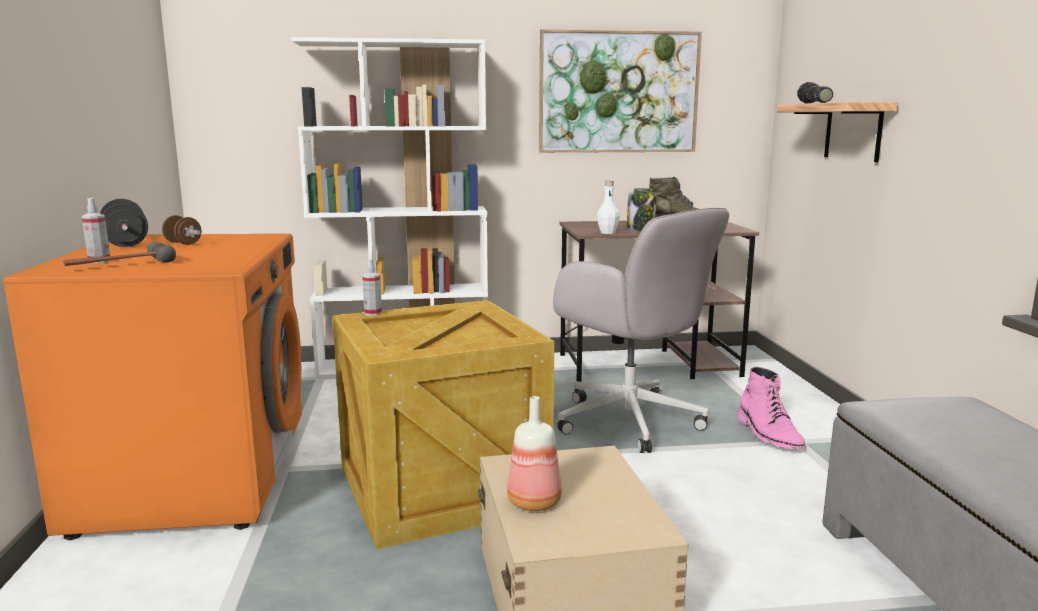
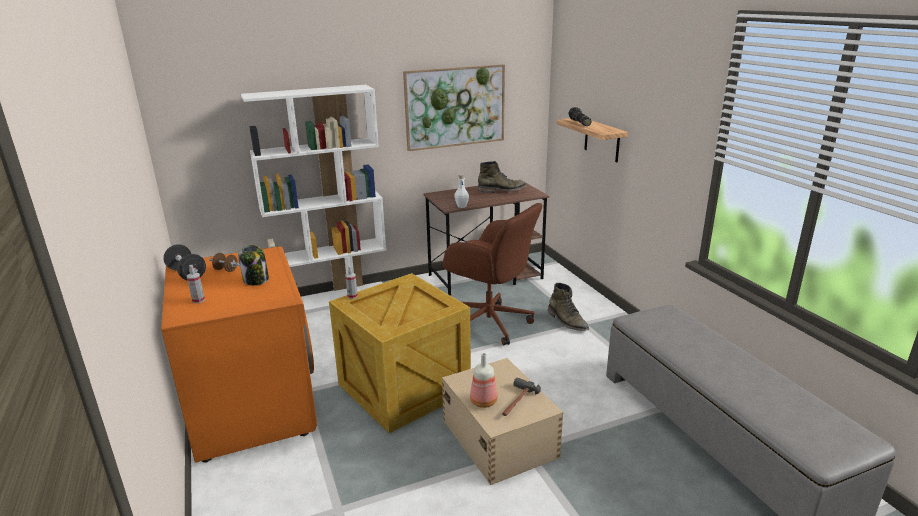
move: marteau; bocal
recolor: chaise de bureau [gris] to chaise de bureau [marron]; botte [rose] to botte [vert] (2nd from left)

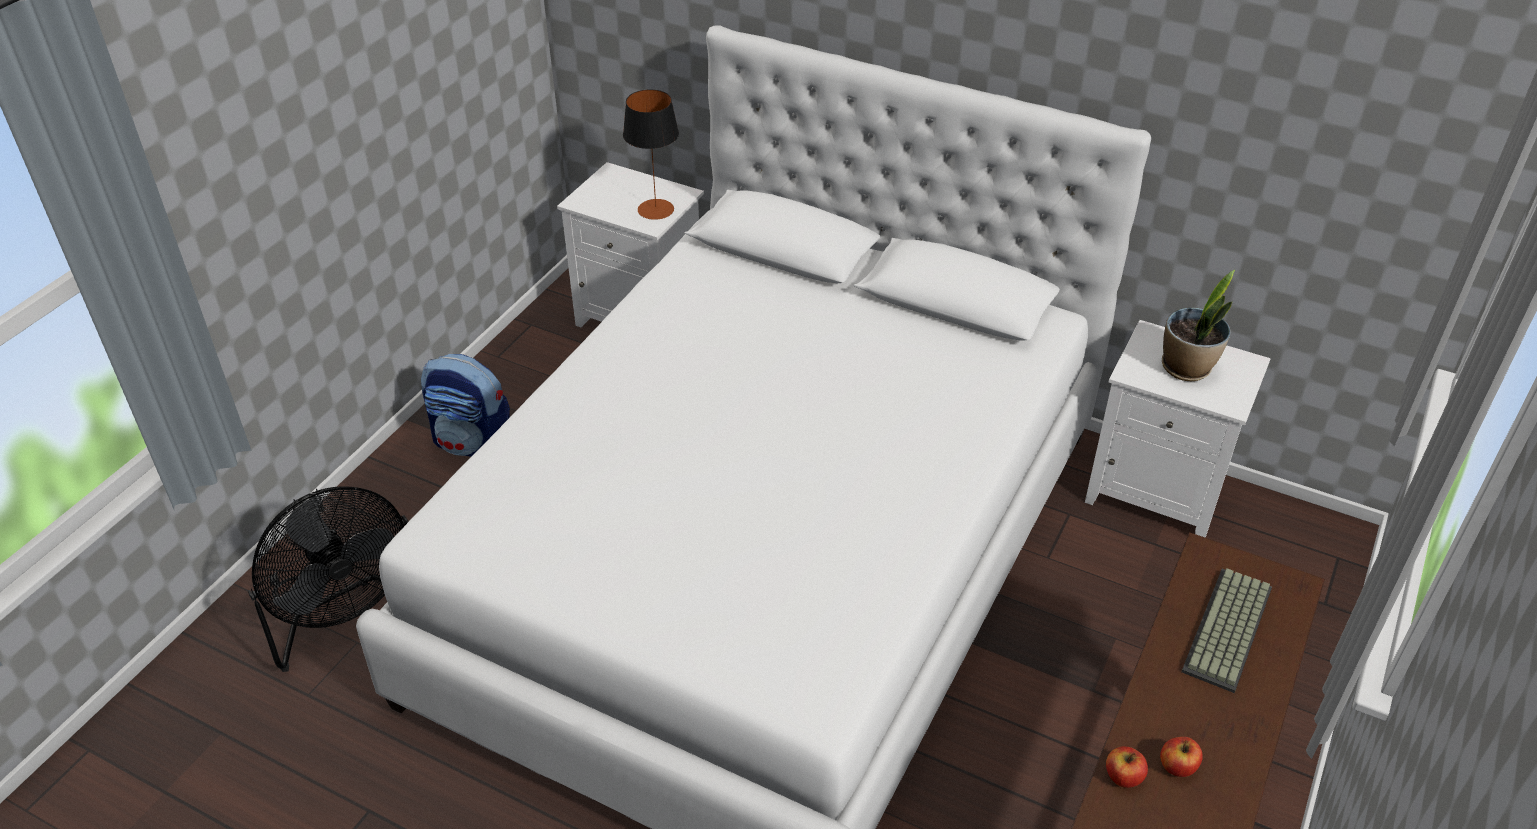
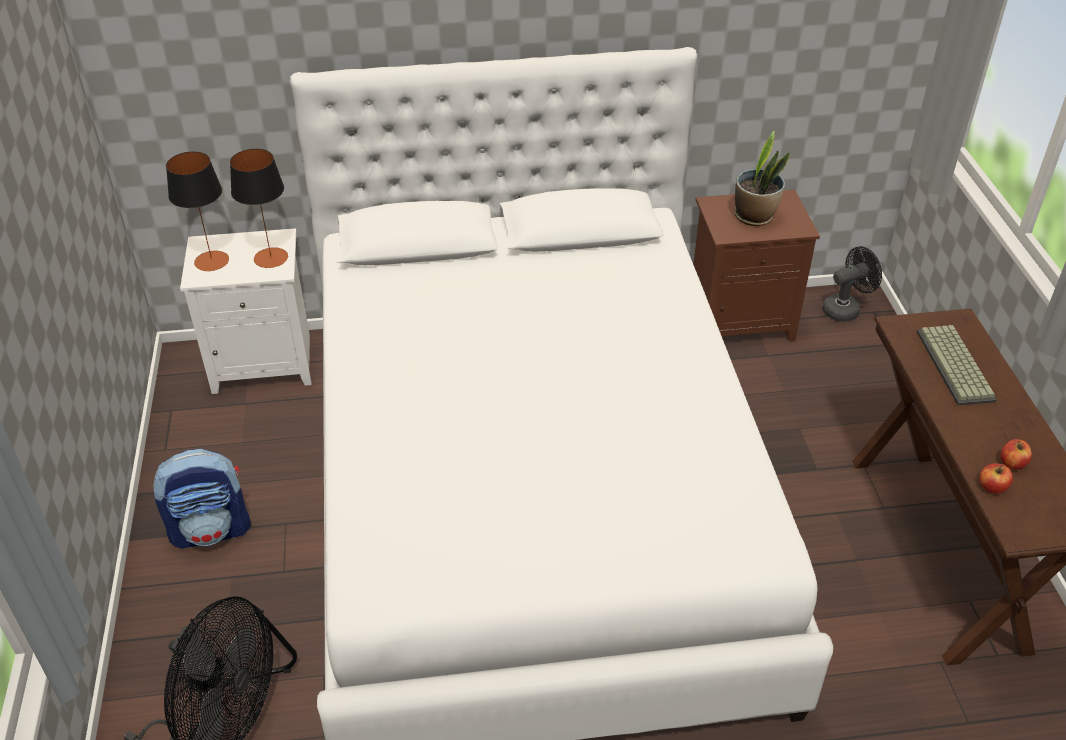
insert: lampe de table (1st from left); ventilateur [noir] (2nd from left)
recolor: table de chevet [blanc] (2nd from left) to table de chevet [marron]

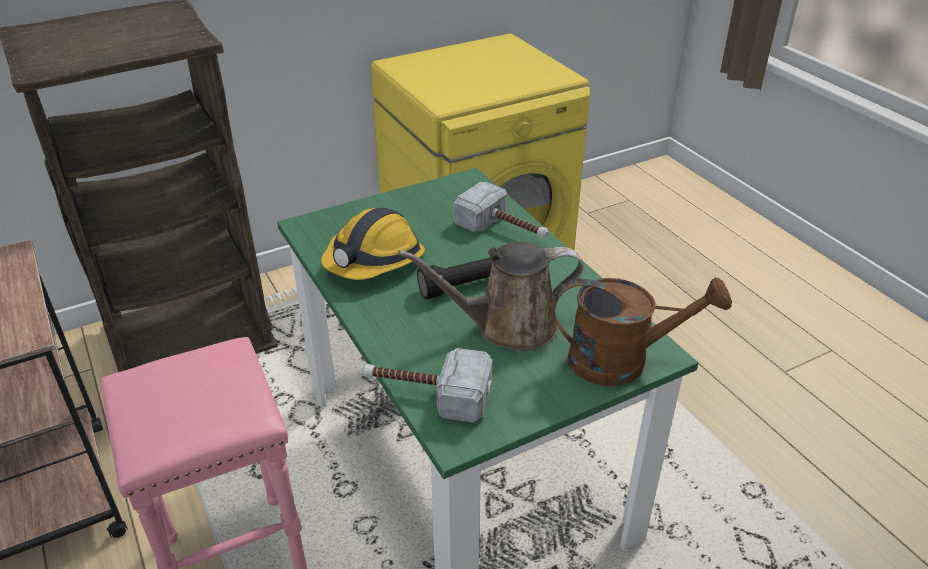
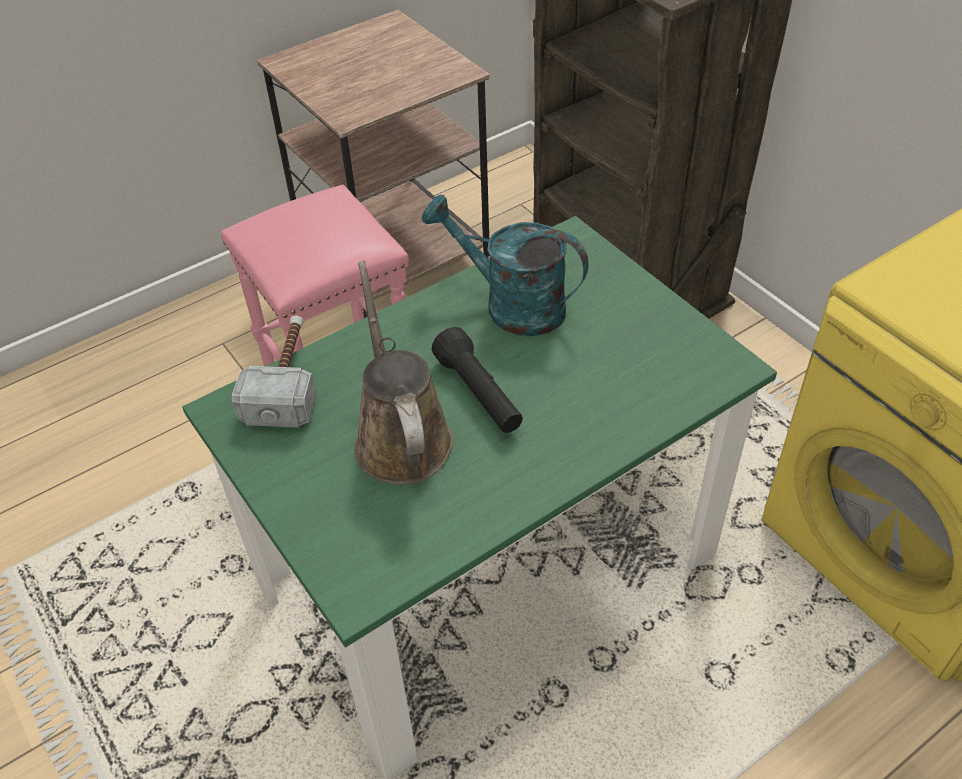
delete: marteau (2nd from left); arrosoir [marron] (2nd from left)
replace: casque de chantier to arrosoir [turquoise]

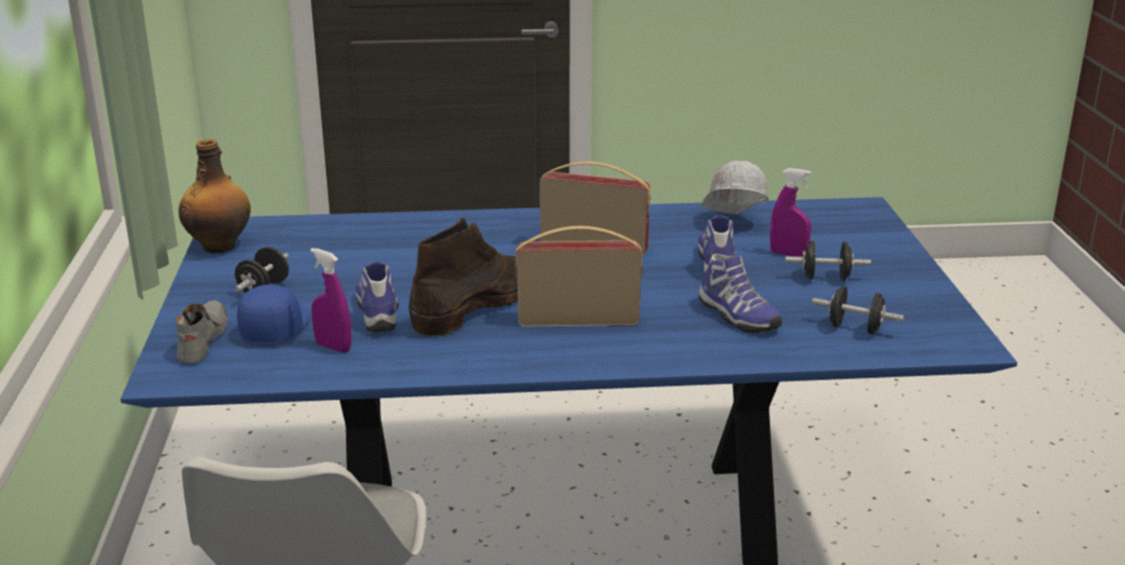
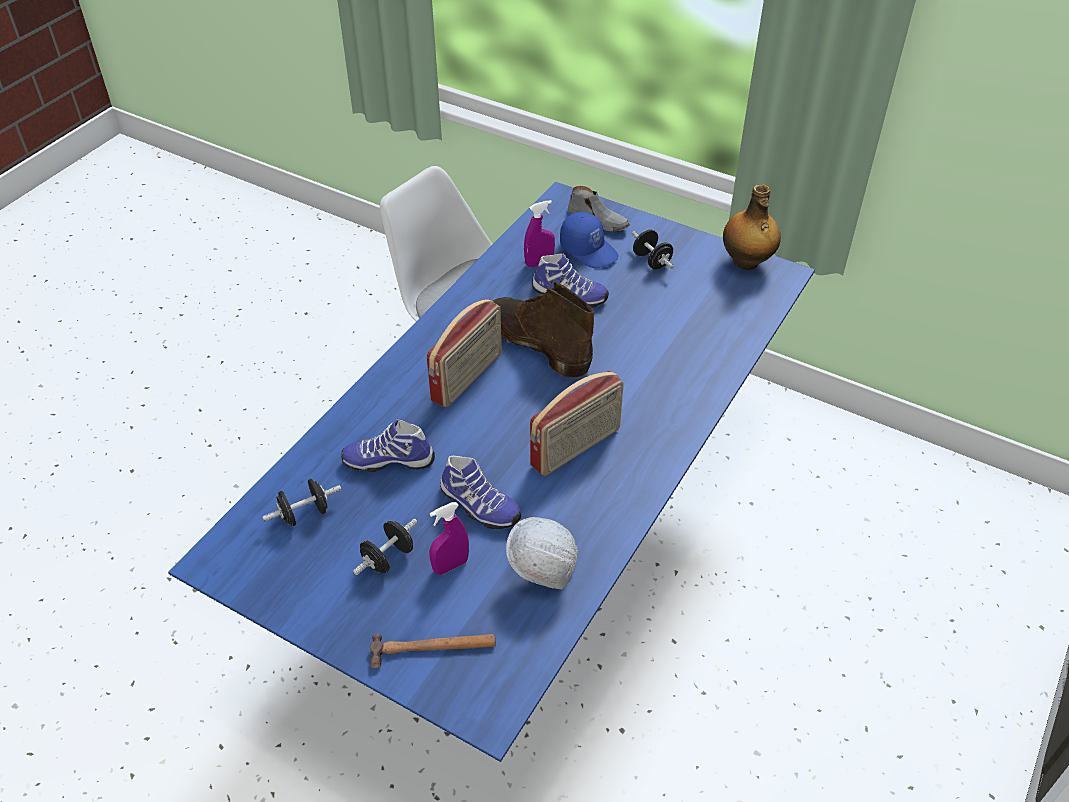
insert: marteau
rotate: botte [marron] 150 degrees clockwise

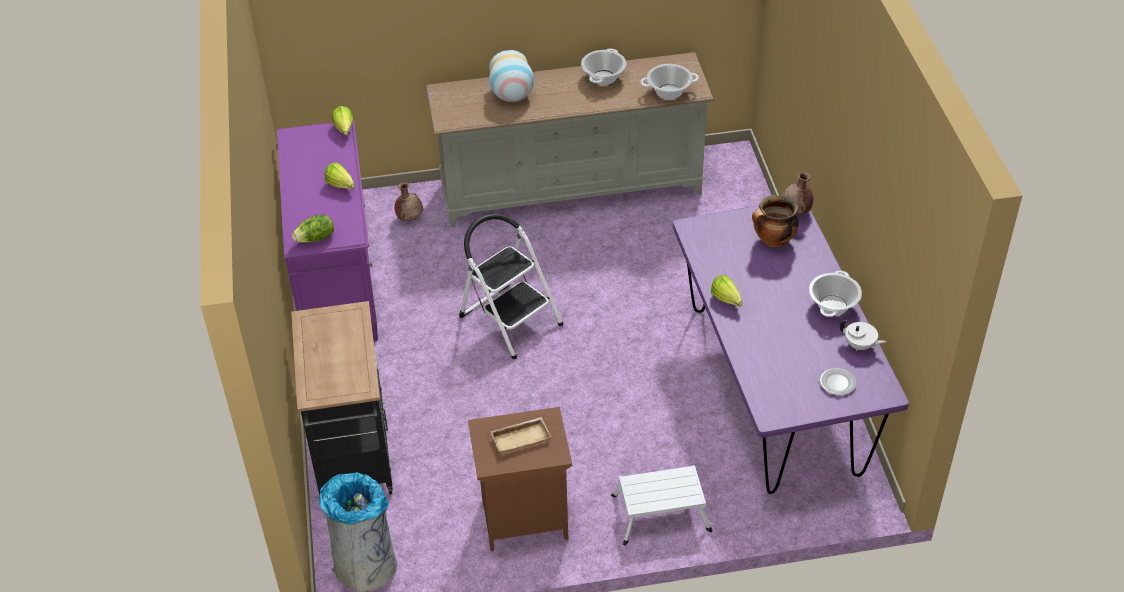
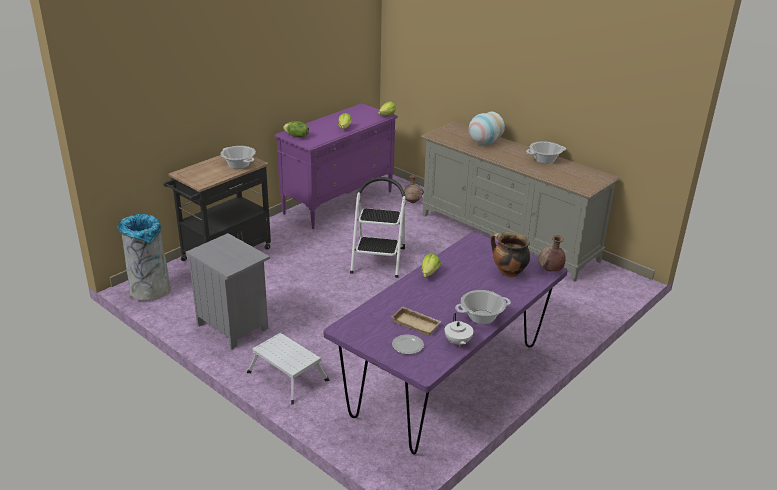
move: plateau [beige]; marmite (2nd from left in the first image) to marmite (1st from left)
recolor: table de chevet [marron] to table de chevet [gris]

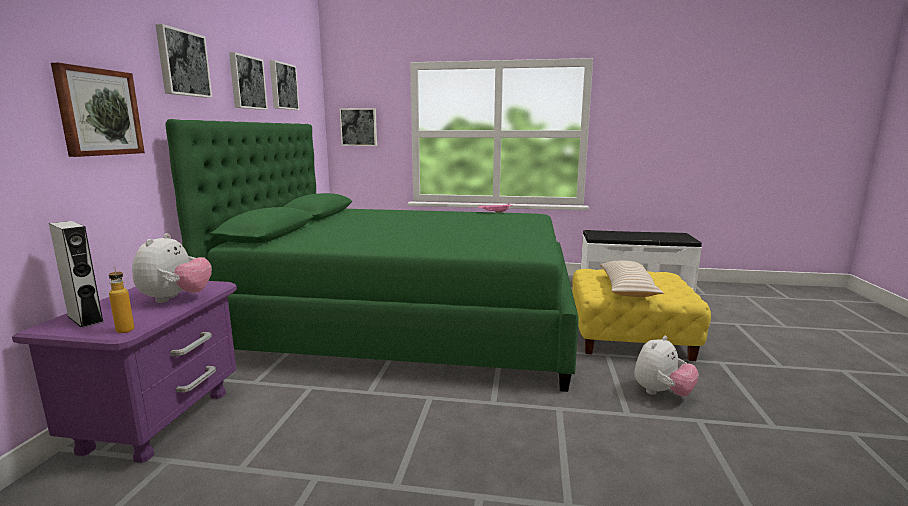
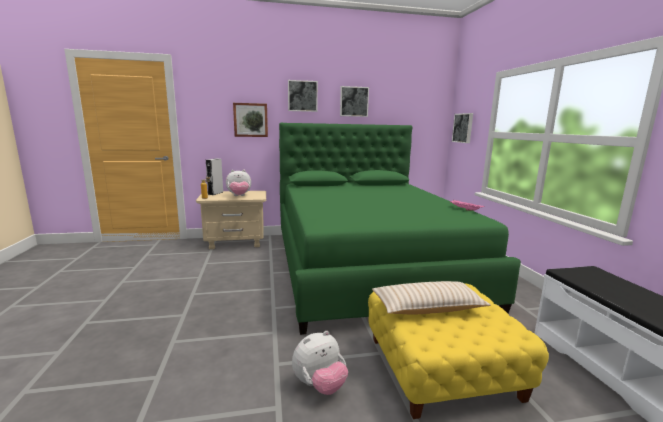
delete: tableau (4th from left)
recolor: table de chevet [violet] to table de chevet [beige]
rotate: peluche (2nd from left) 60 degrees counterclockwise

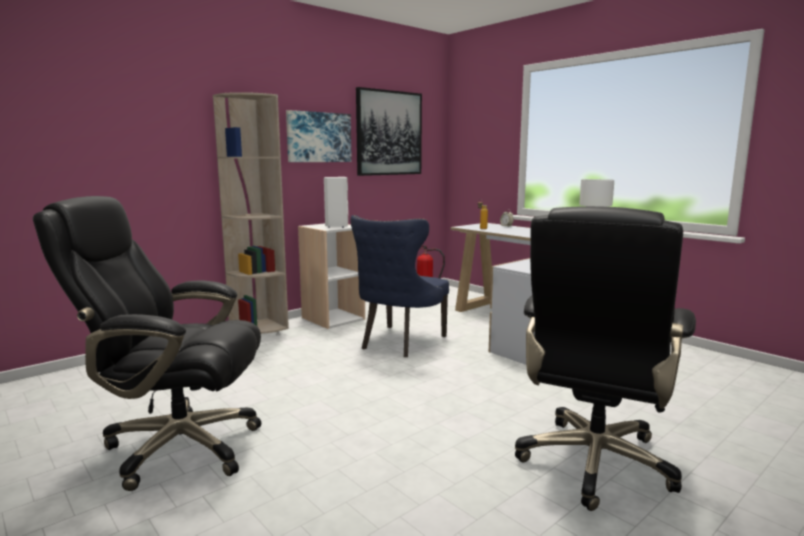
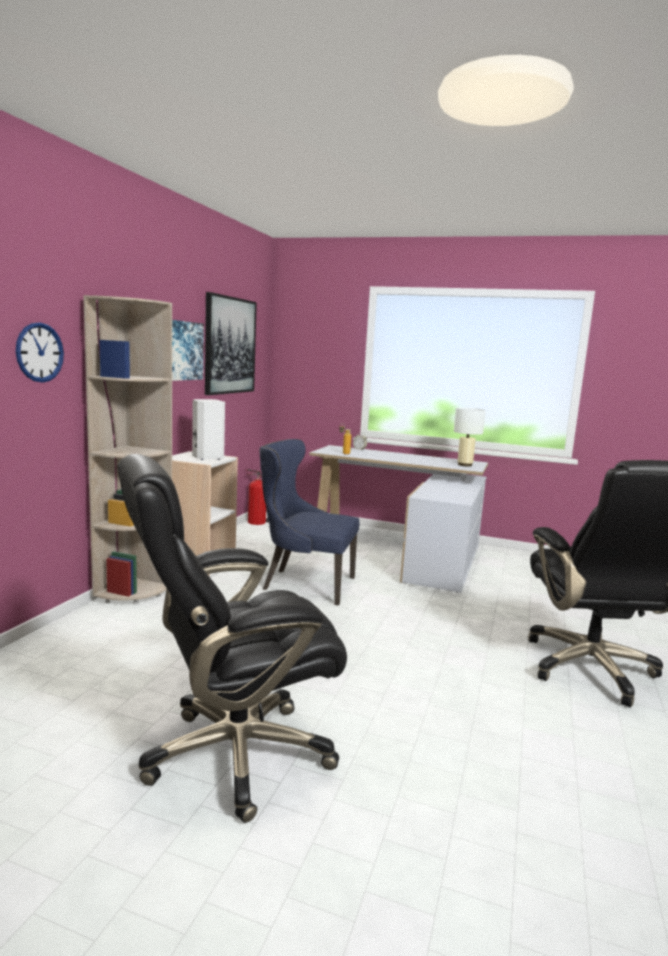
insert: horloge murale
rotate: chaise [bleu] 105 degrees clockwise

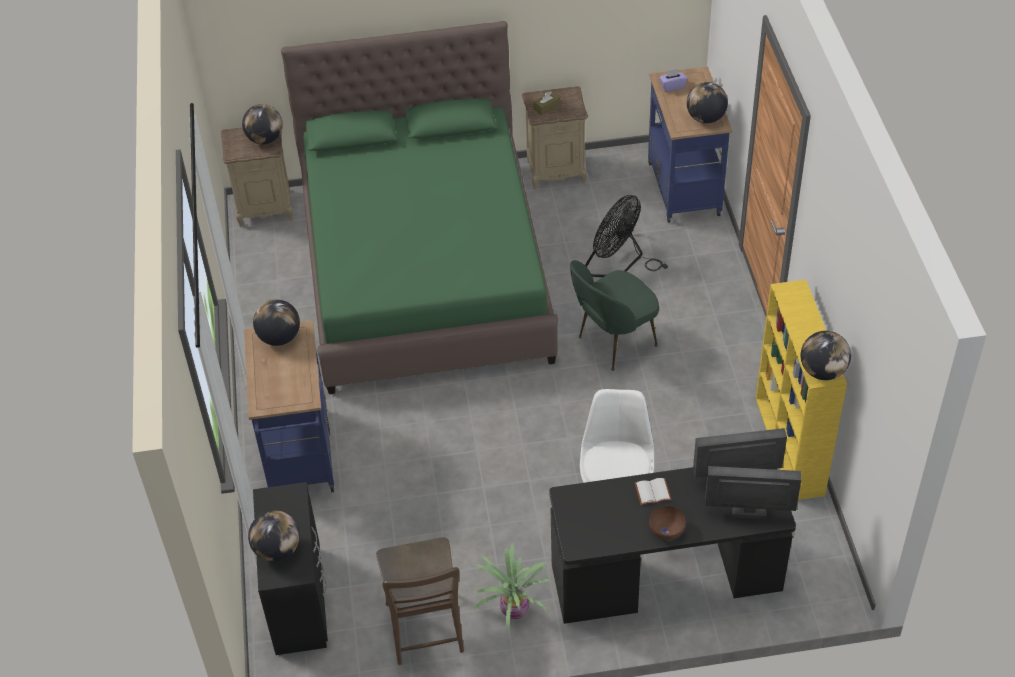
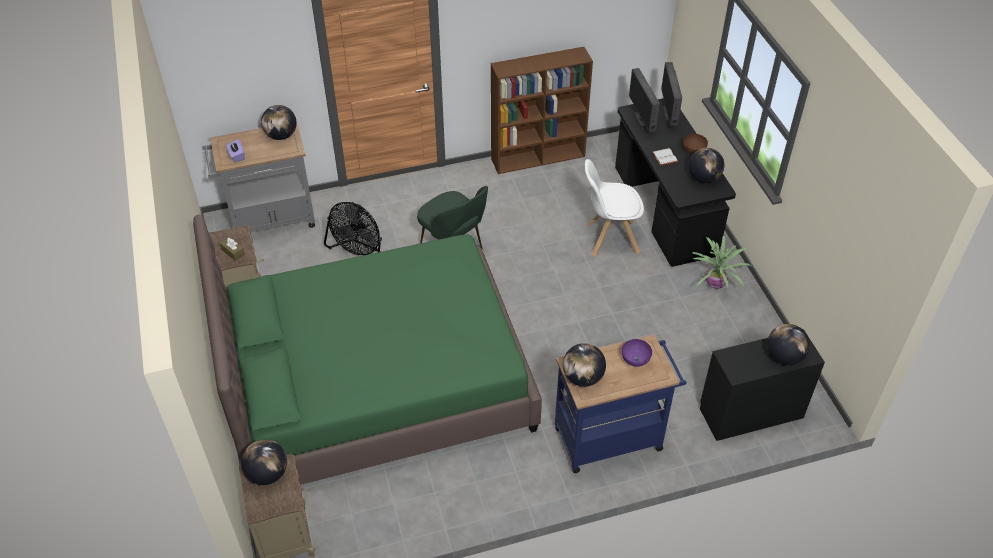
delete: chaise [marron]
insert: bol [violet]
move: globe (5th from left in the first image) to globe (4th from left)
recolor: chariot [bleu] (2nd from left) to chariot [gris]; bibliothèque [jaune] to bibliothèque [marron]

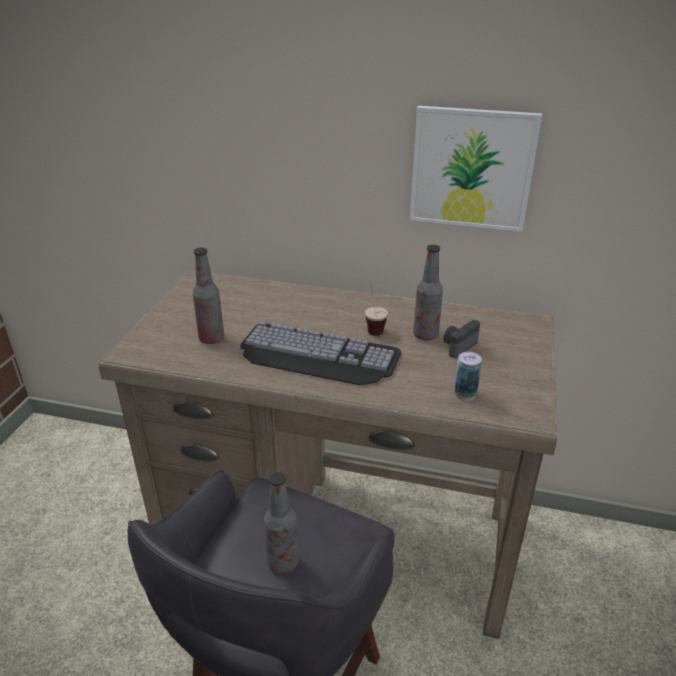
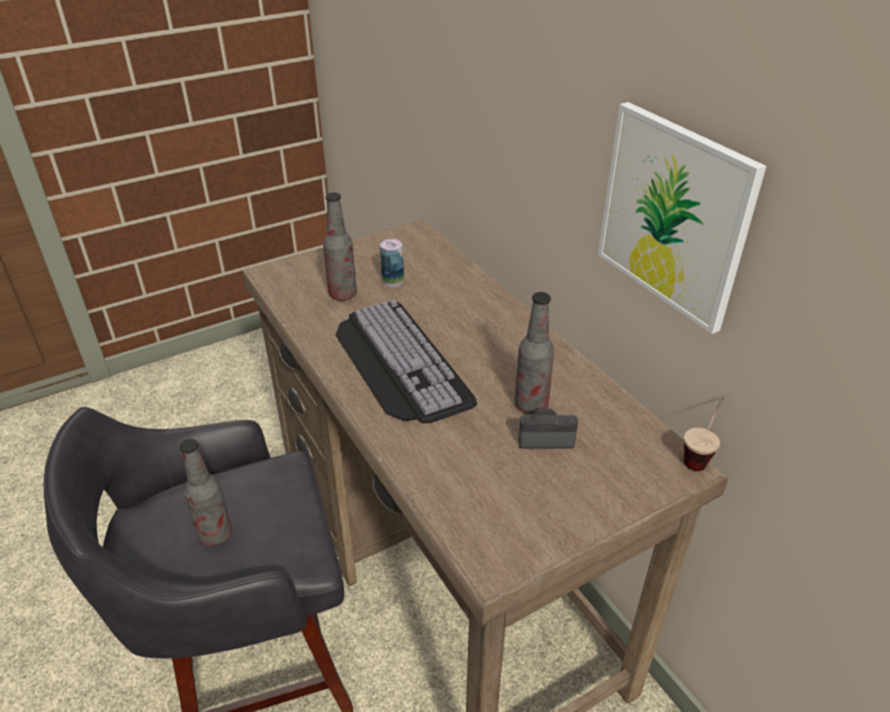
move: tasse; boîte métallique

